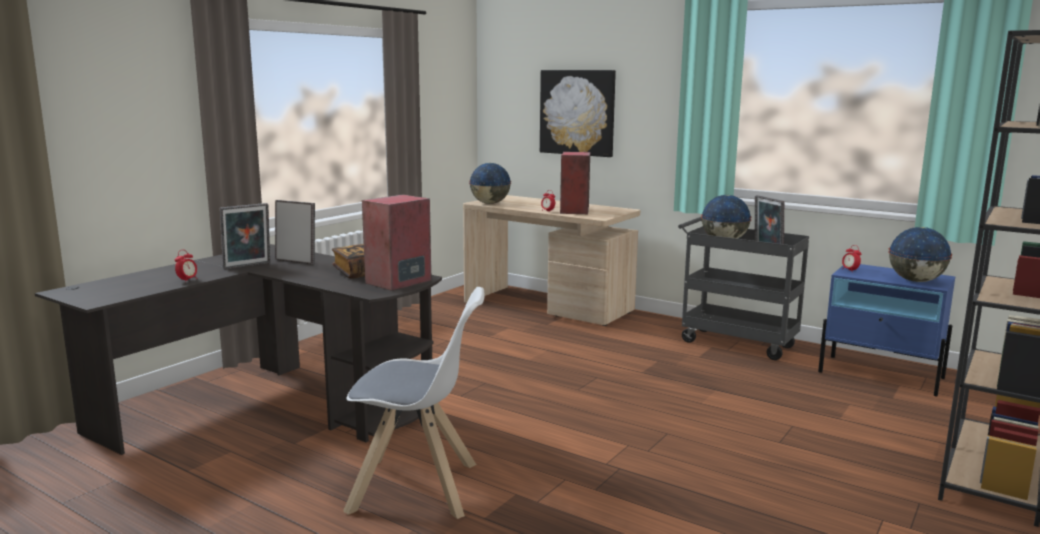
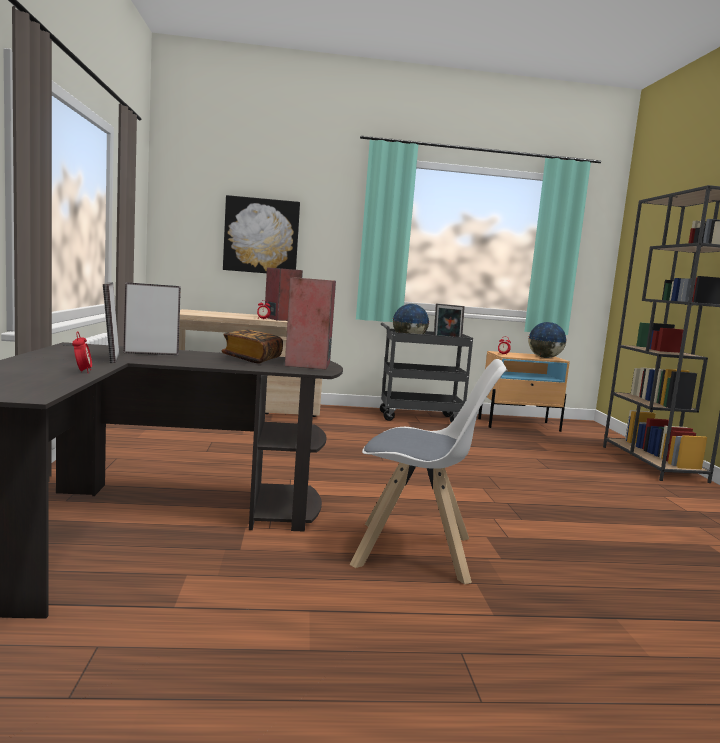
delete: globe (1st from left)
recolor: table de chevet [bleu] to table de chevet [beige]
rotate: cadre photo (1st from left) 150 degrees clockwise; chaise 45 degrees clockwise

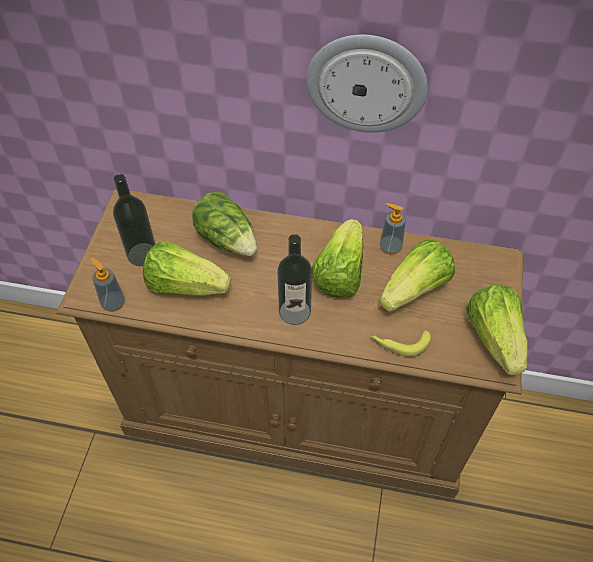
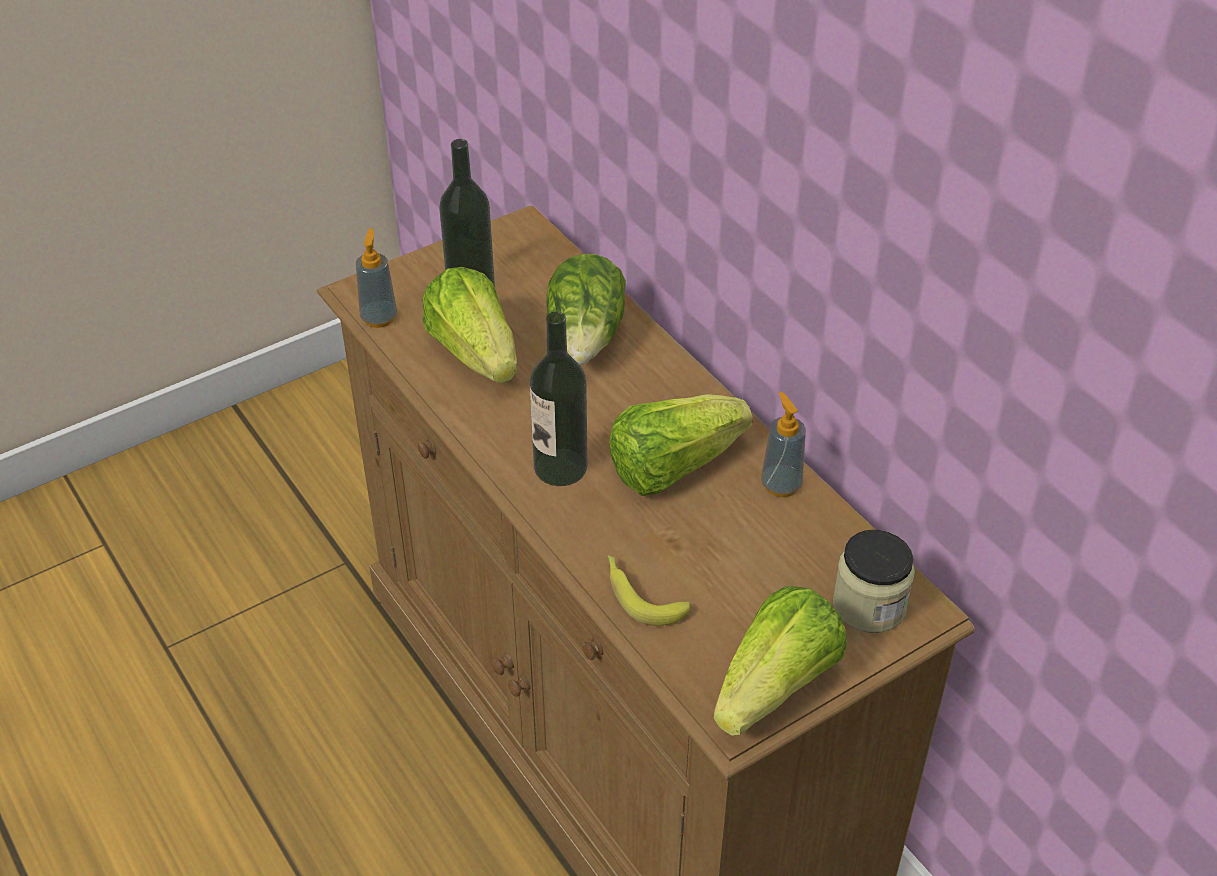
delete: horloge murale; laitue (4th from left)
insert: bocal

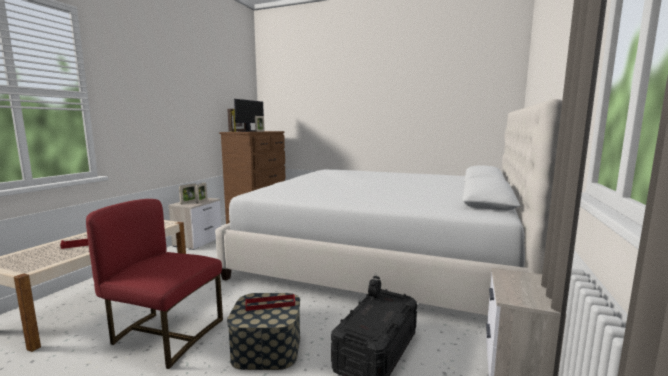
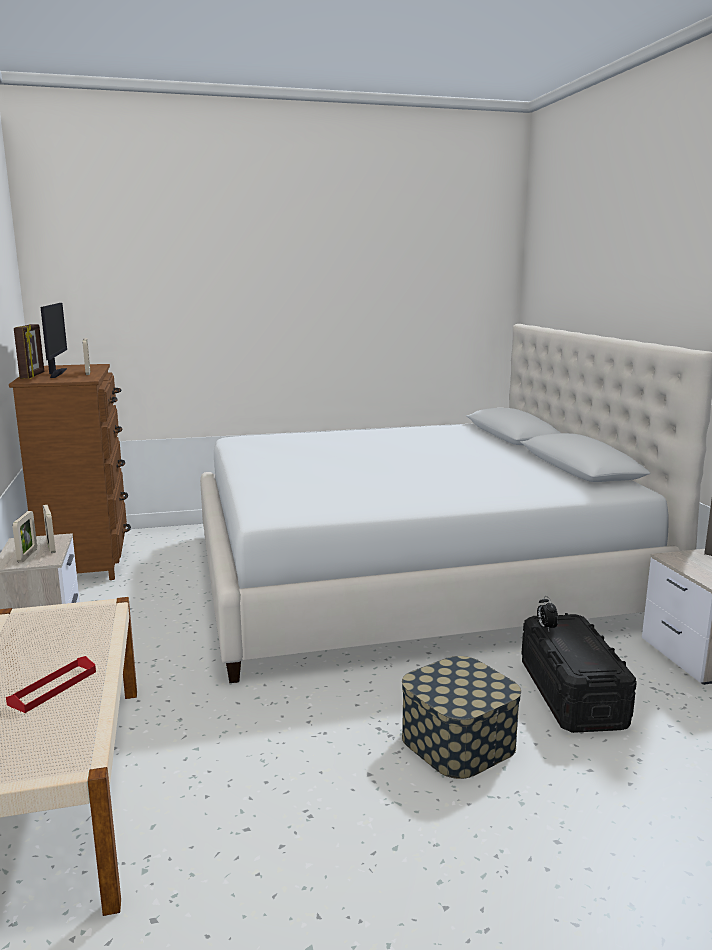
delete: chaise [rouge]; plateau [rouge] (2nd from left)

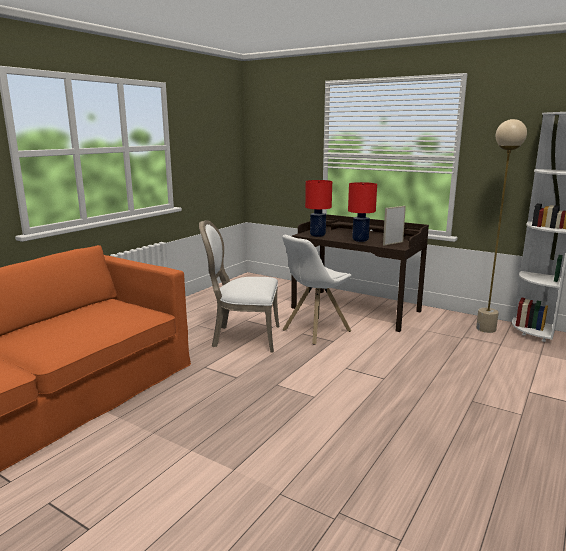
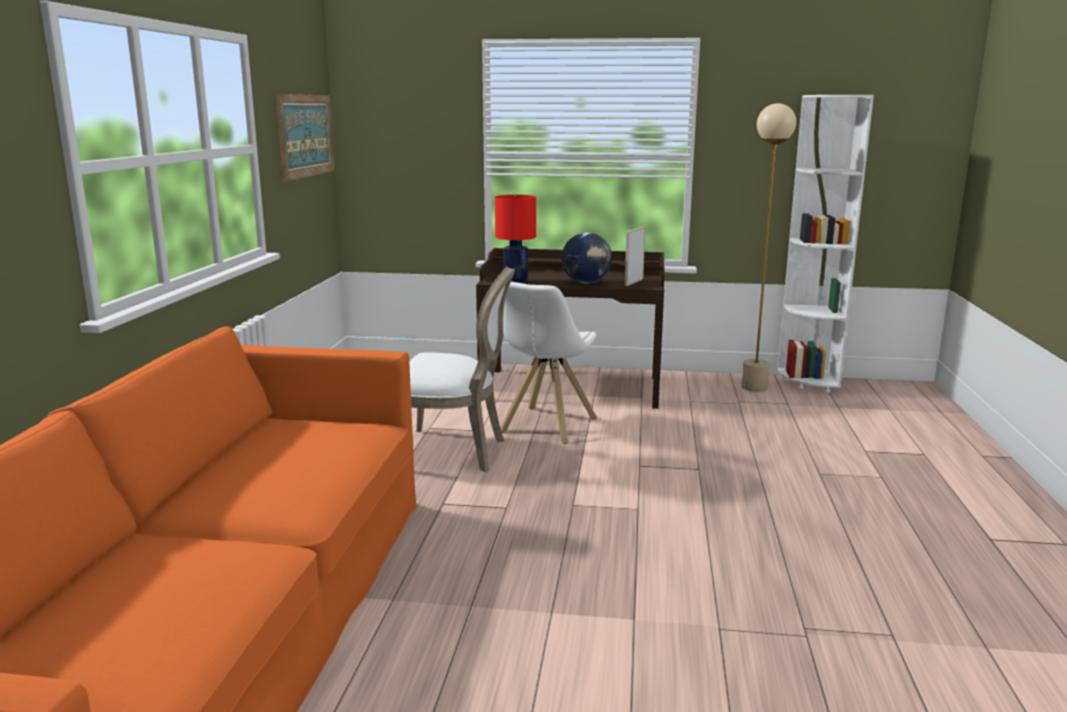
insert: tableau
replace: lampe de table [rouge] (2nd from left) to globe
rotate: chaise [blanc] (1st from left) 150 degrees counterclockwise

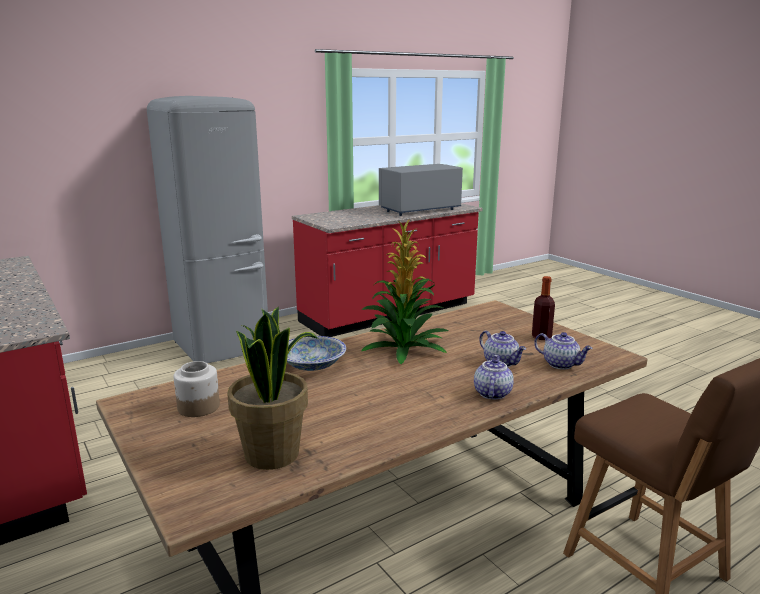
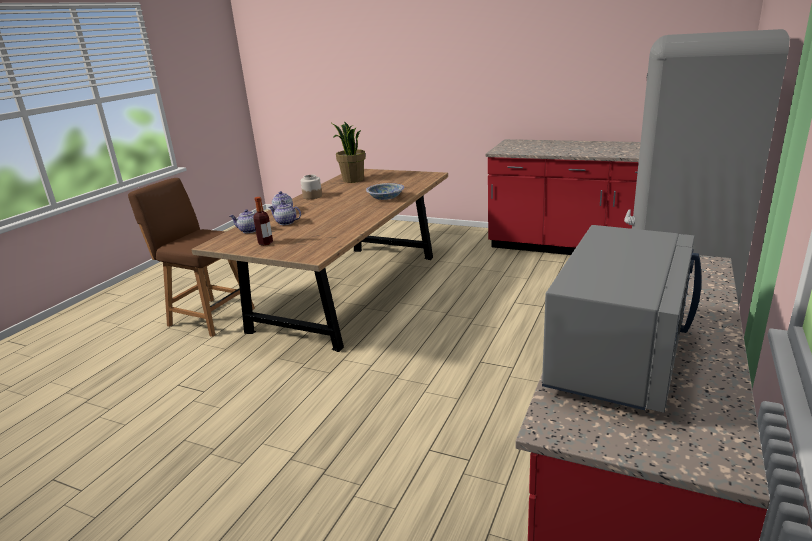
delete: plante en pot (2nd from left)
move: bocal

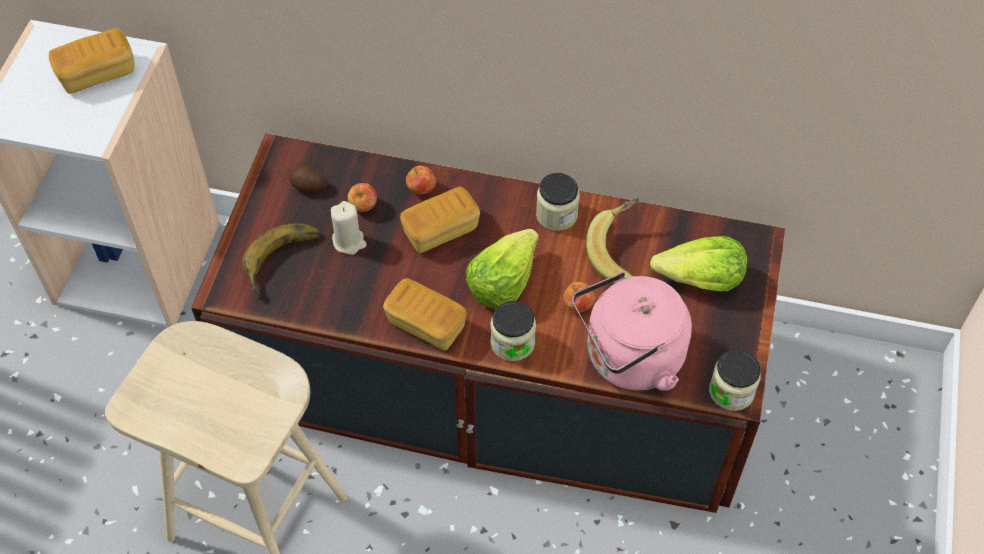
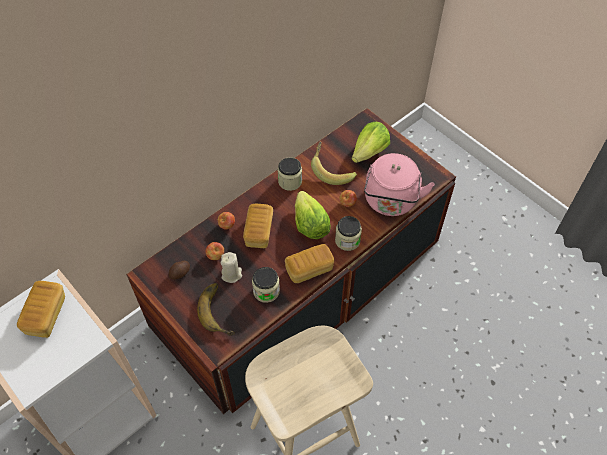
move: bocal (3rd from left in the first image) to bocal (1st from left)

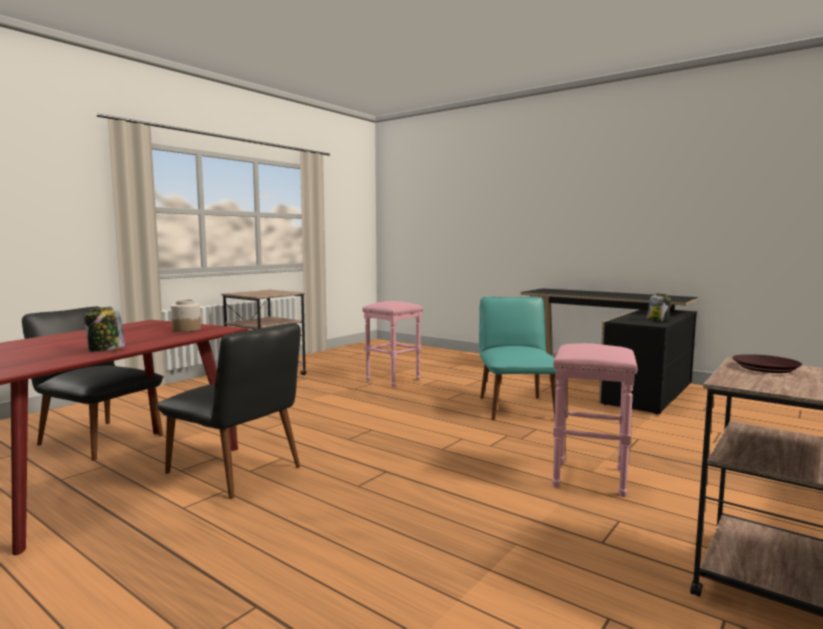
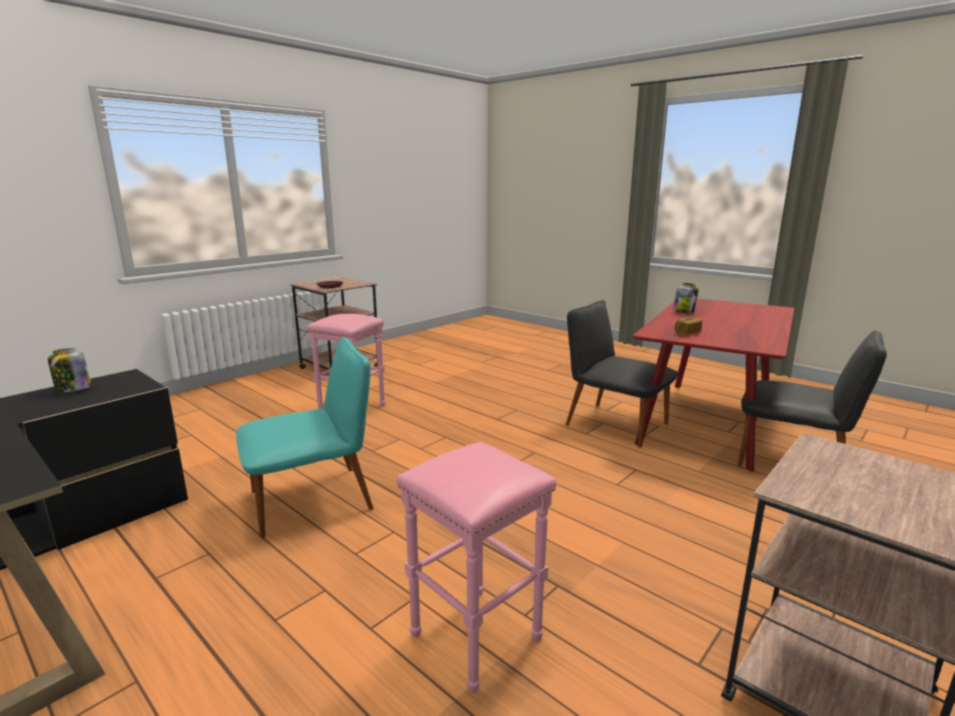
replace: bocal (2nd from left) to pain
rotate: chaise [turquoise] 120 degrees counterclockwise

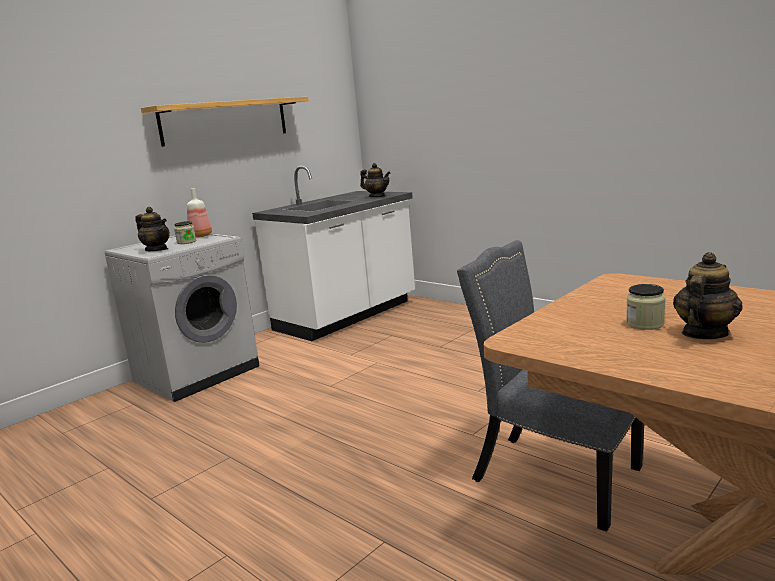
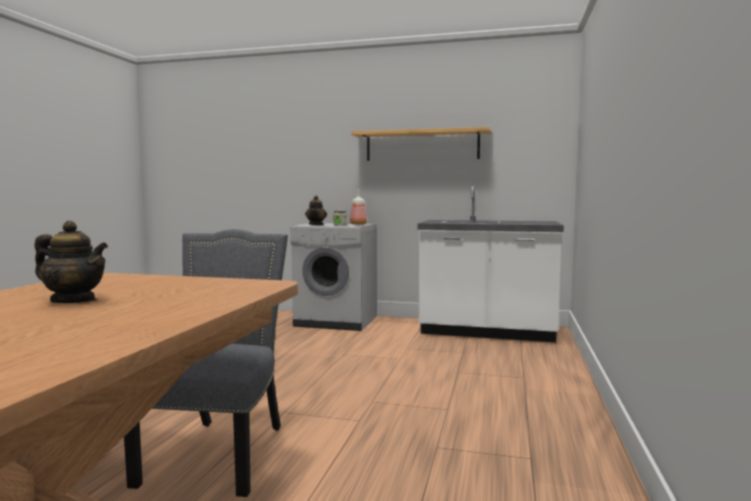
delete: théière (2nd from left); bocal (2nd from left)

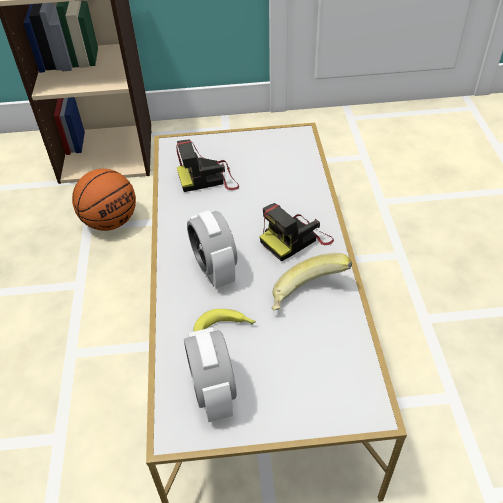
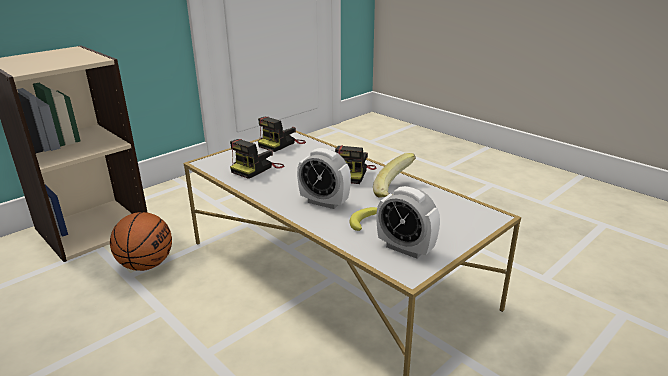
insert: appareil photo (2nd from left)

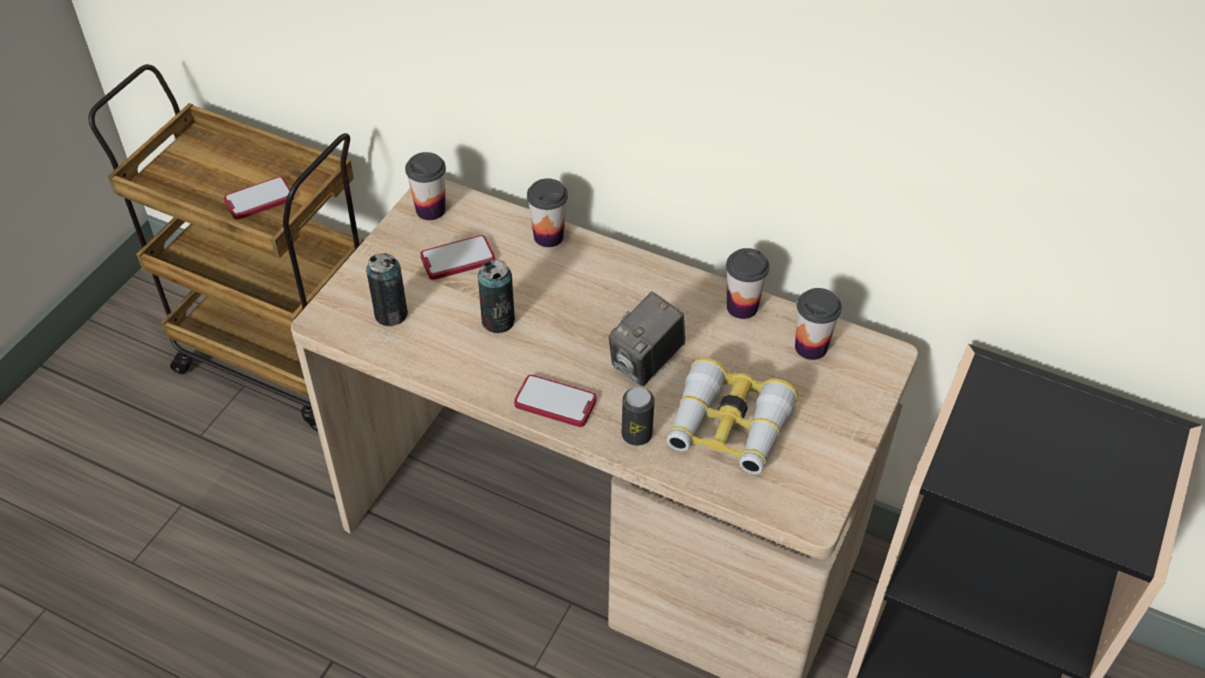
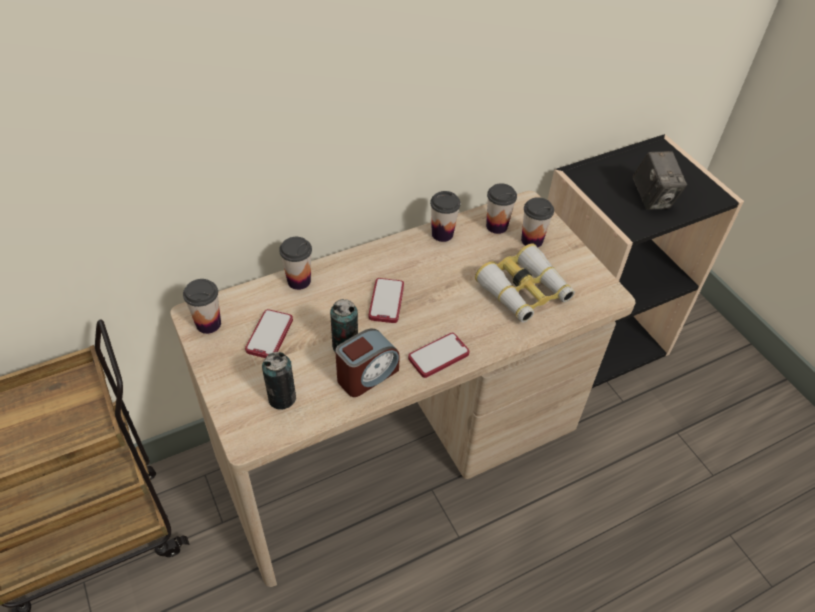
delete: boîte métallique (3rd from left)
insert: réveil; tasse (5th from left)
move: téléphone (1st from left in the first image) to téléphone (2nd from left); appareil photo

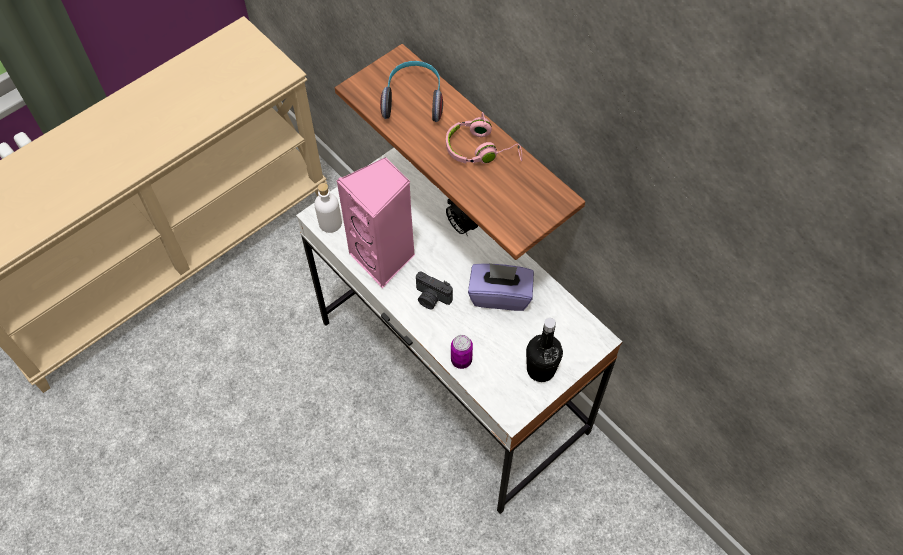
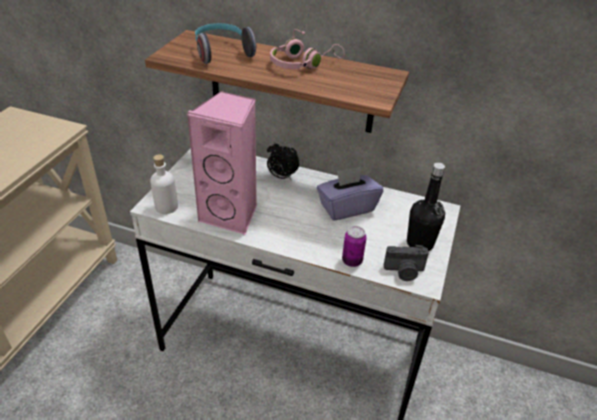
move: appareil photo

